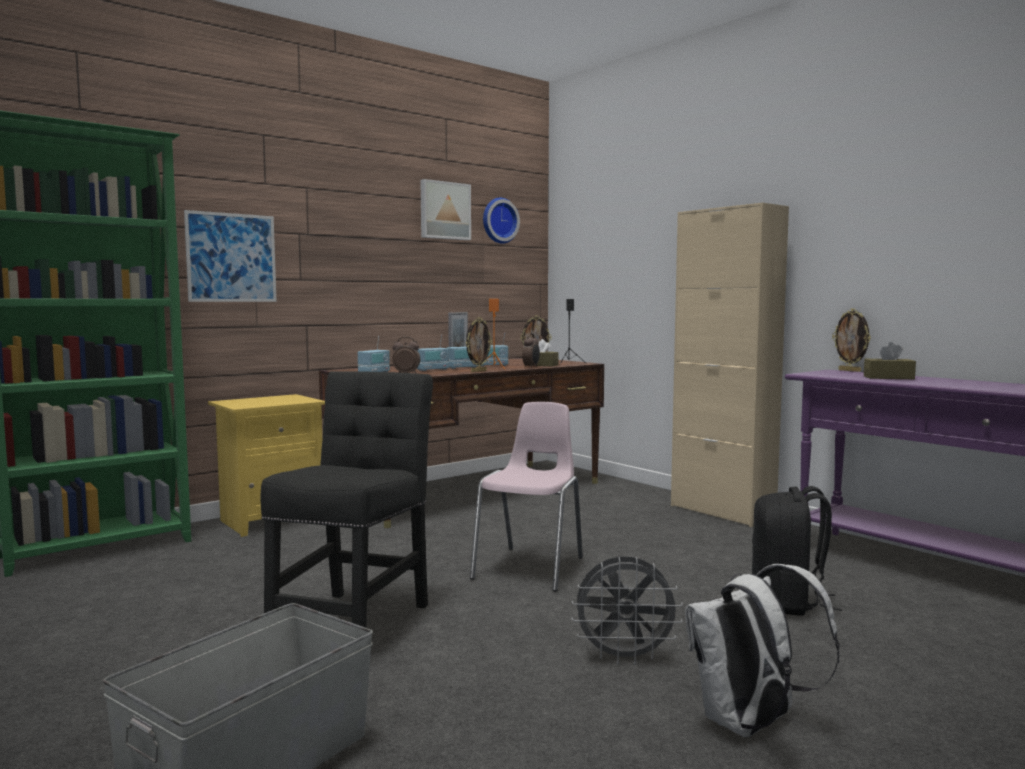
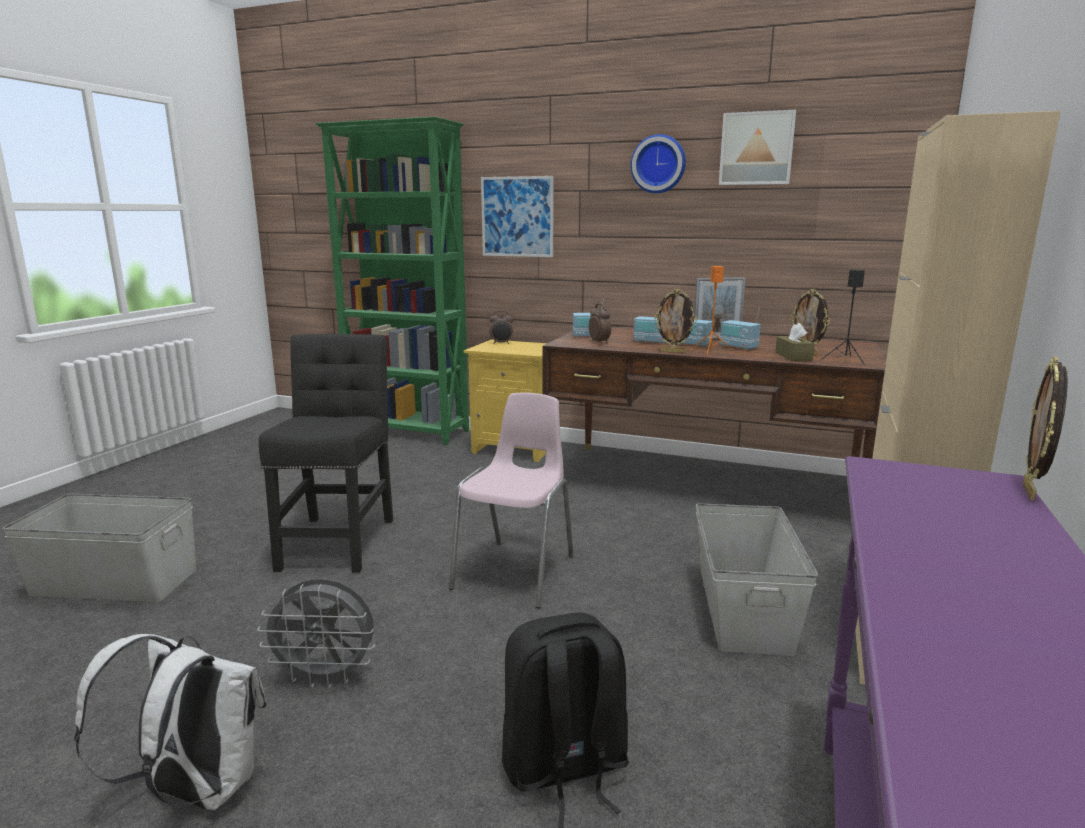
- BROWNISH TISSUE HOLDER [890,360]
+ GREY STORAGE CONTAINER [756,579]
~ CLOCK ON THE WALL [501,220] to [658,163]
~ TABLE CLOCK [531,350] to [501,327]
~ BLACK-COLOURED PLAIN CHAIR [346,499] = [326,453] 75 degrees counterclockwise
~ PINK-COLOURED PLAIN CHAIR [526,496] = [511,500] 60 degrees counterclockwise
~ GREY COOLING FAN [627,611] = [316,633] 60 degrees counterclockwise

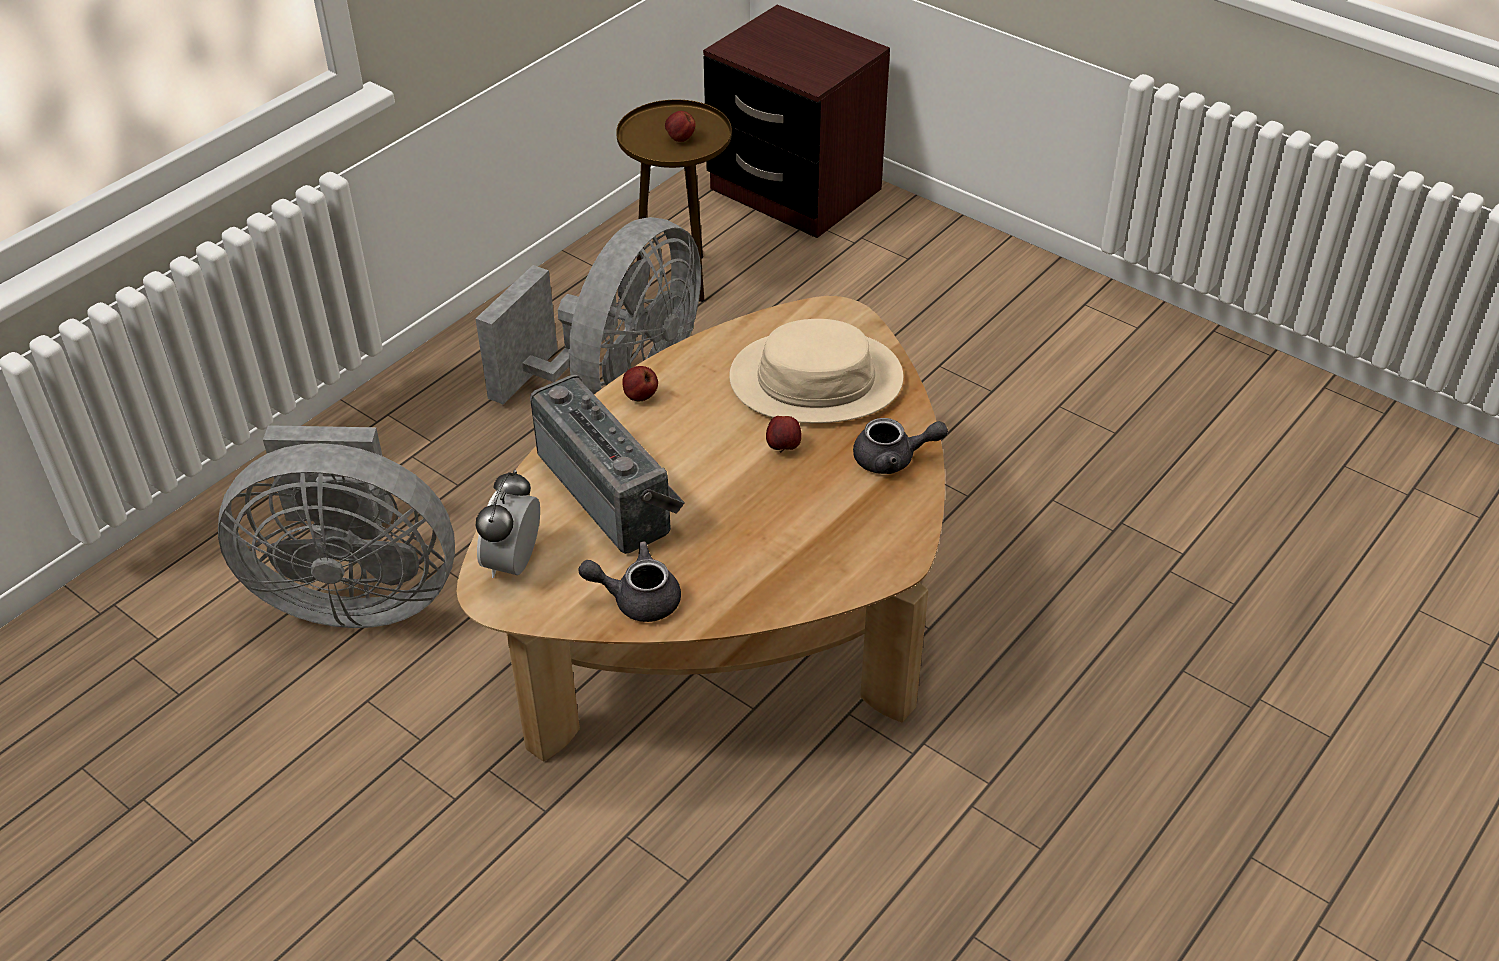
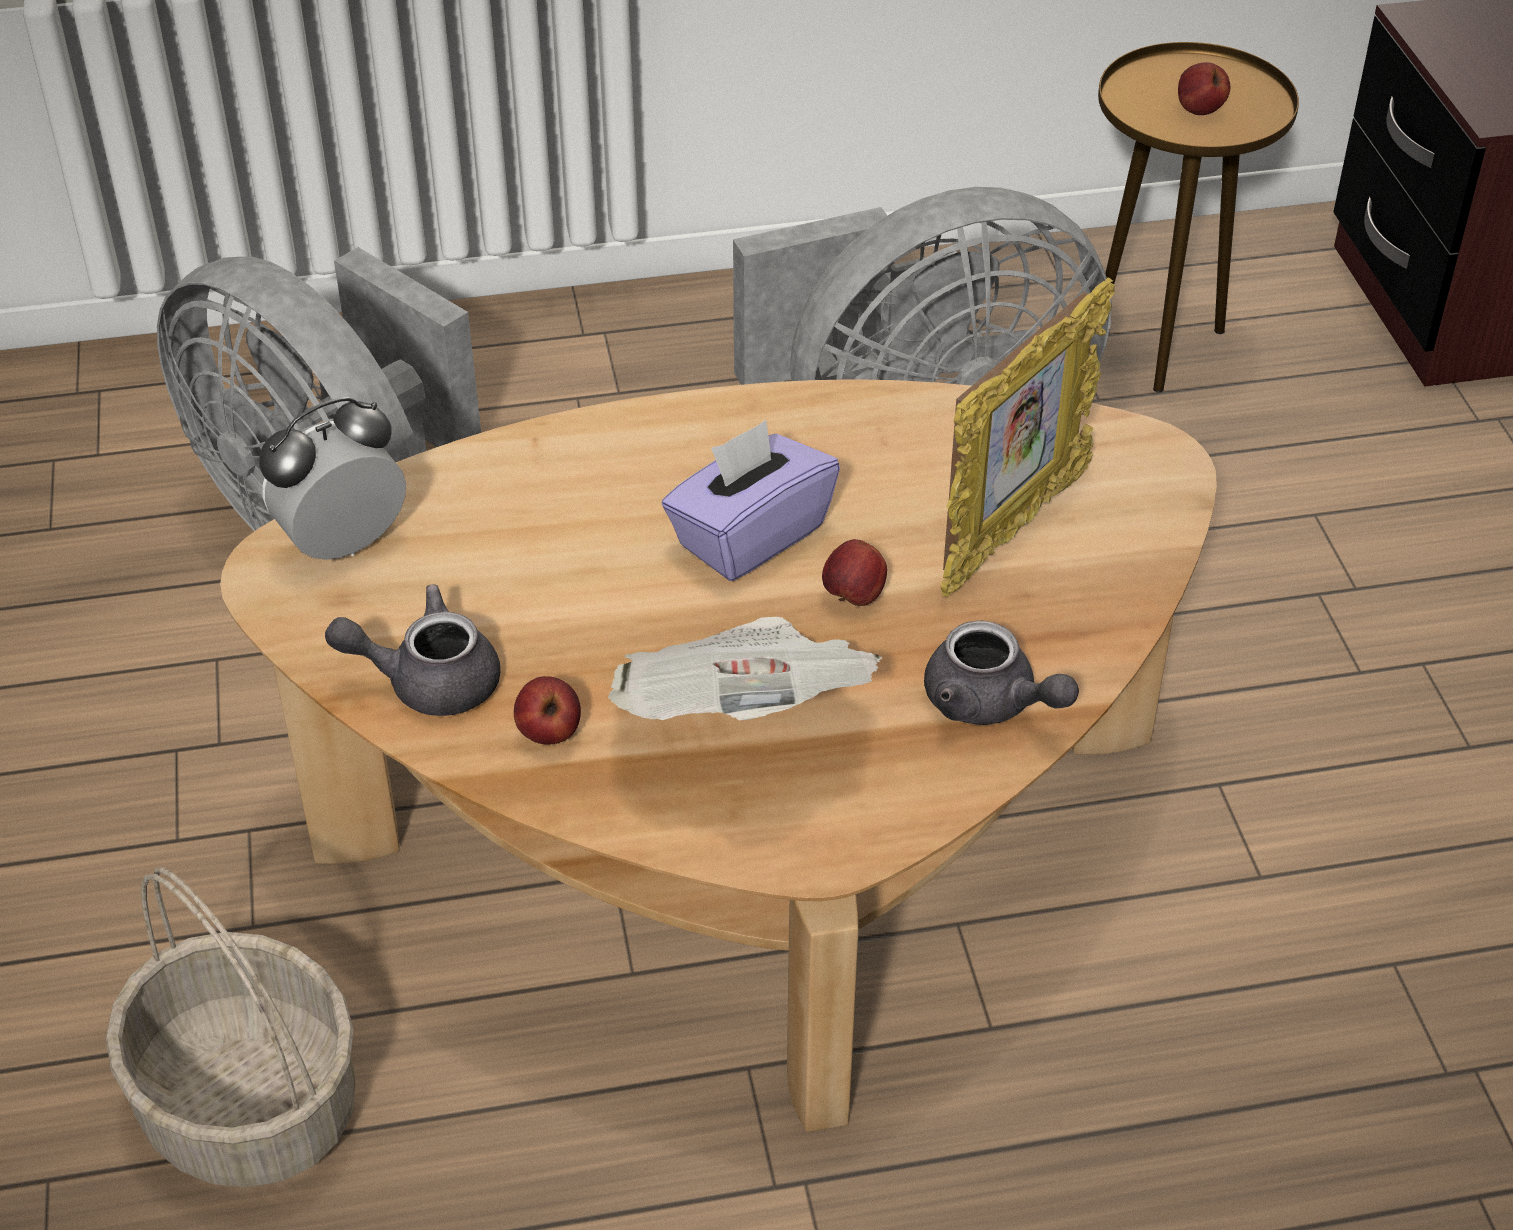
- RADIO RECEIVER [607,464]
+ HOUSEHOLD BASKET [231,1027]
+ NEWSPAPER [745,669]
+ PURPLISH TISSUE HOLDER [751,500]
~ APPLE [640,383] to [547,710]
~ BEIGE-COLOURED HAT [816,371] to PICTURE FRAME [1027,437]
~ GREY TEA POT [630,581] = [412,650] 45 degrees counterclockwise

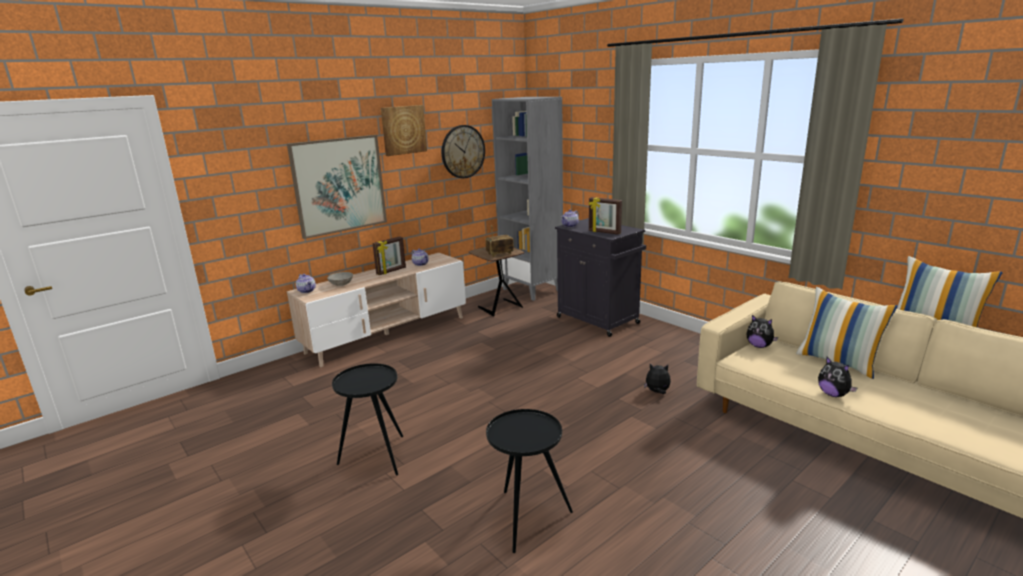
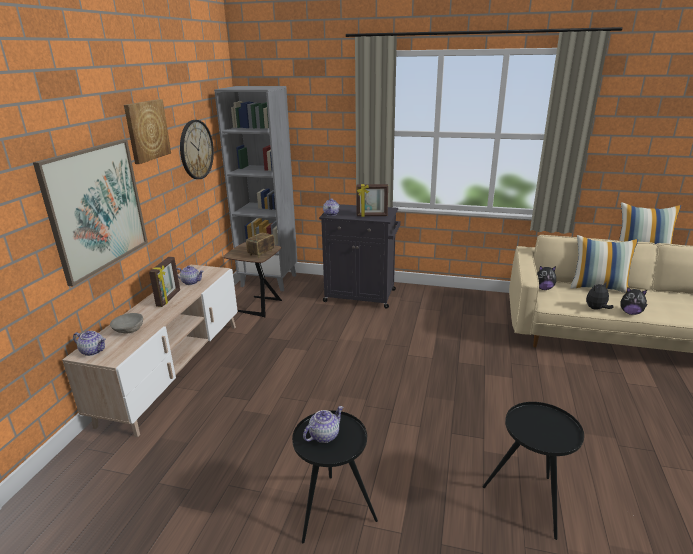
+ TEA POT [323,424]
~ SOFT TOY [657,379] to [600,296]

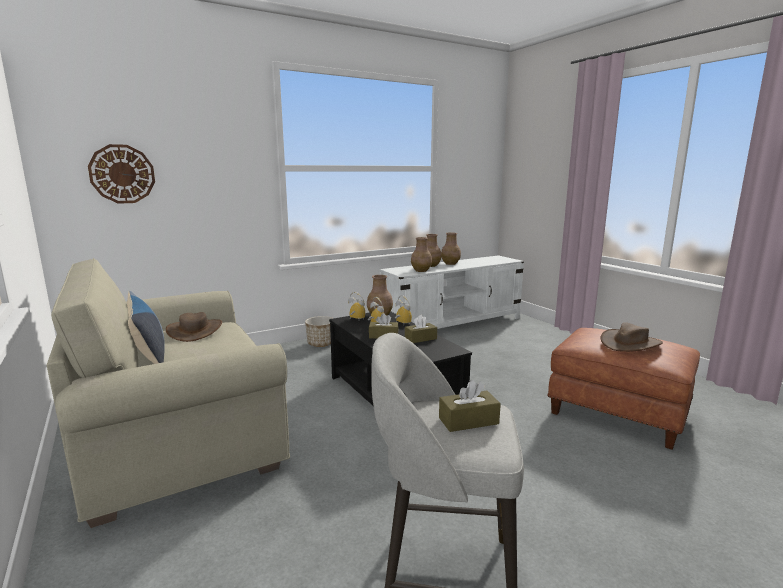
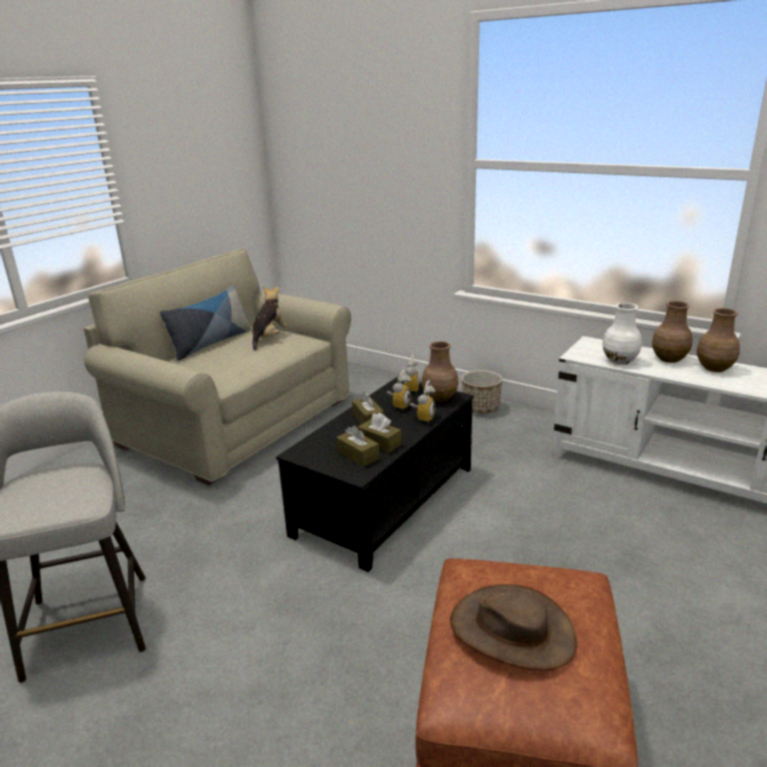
- CLOCK ON THE WALL [121,174]
~ BROWNISH TISSUE HOLDER [470,406] to [357,446]
~ BROWNISH HAT [194,327] to SOFT TOY [269,318]
~ BROWNISH DECORATIVE VASE [421,254] to WHITE DECORATIVE VASE [622,334]

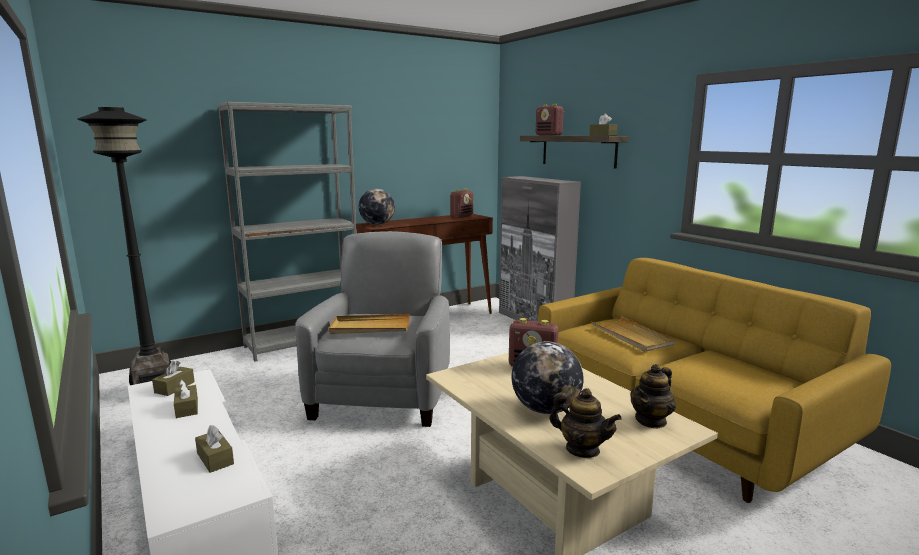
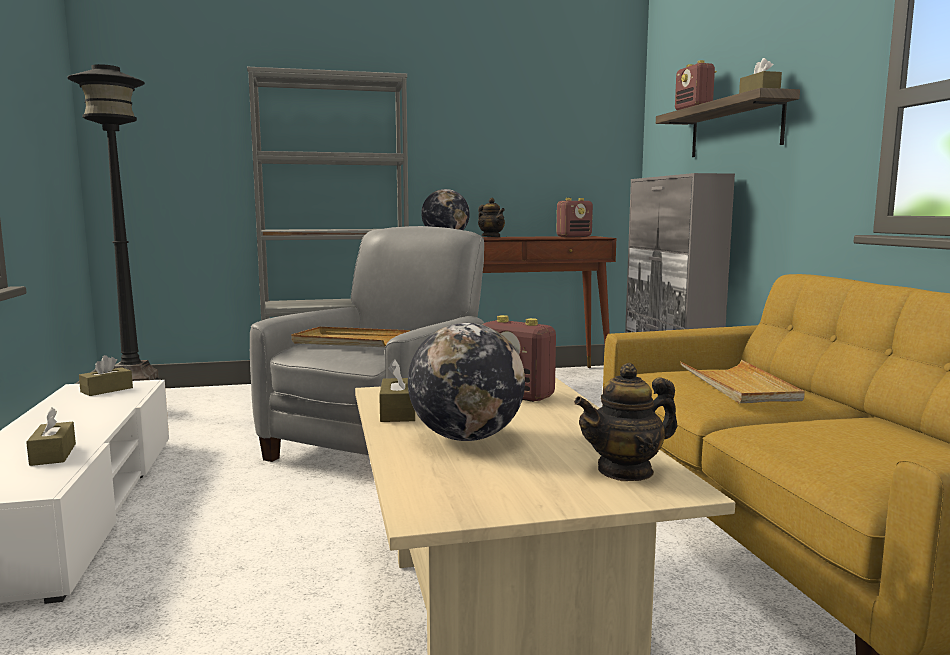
~ BROWNISH TISSUE HOLDER [186,399] to [397,390]
~ TEA POT [585,423] to [491,217]

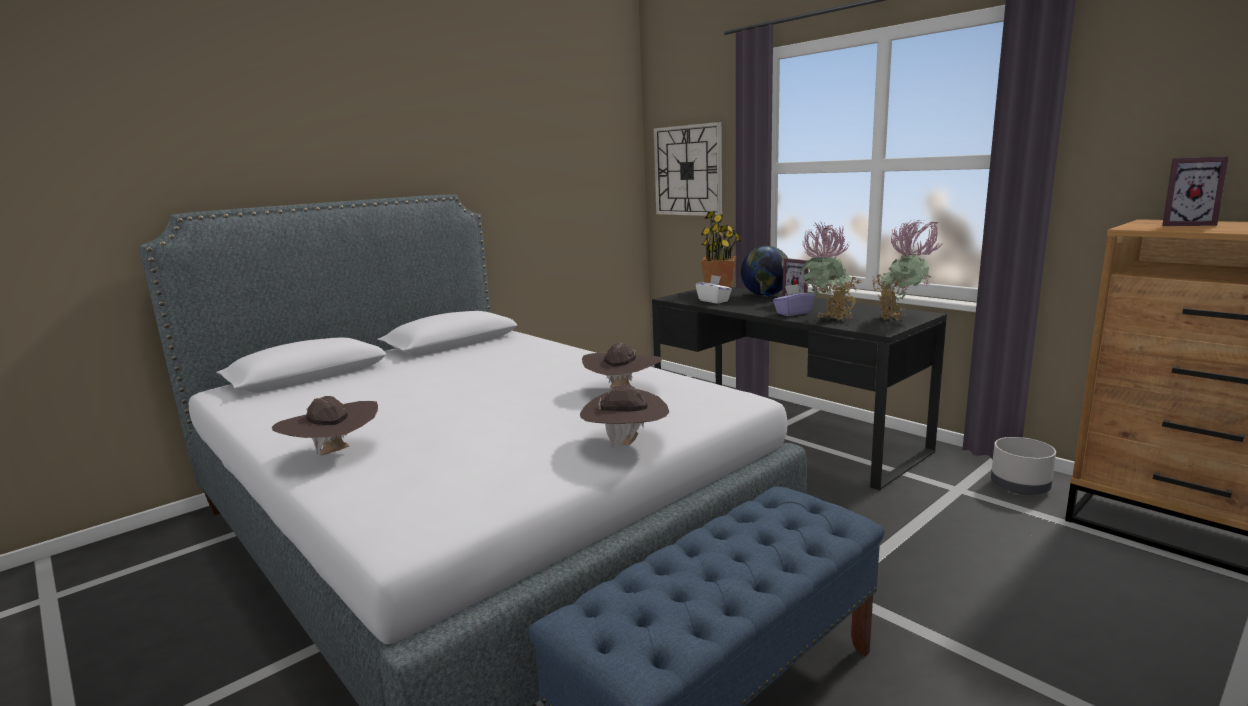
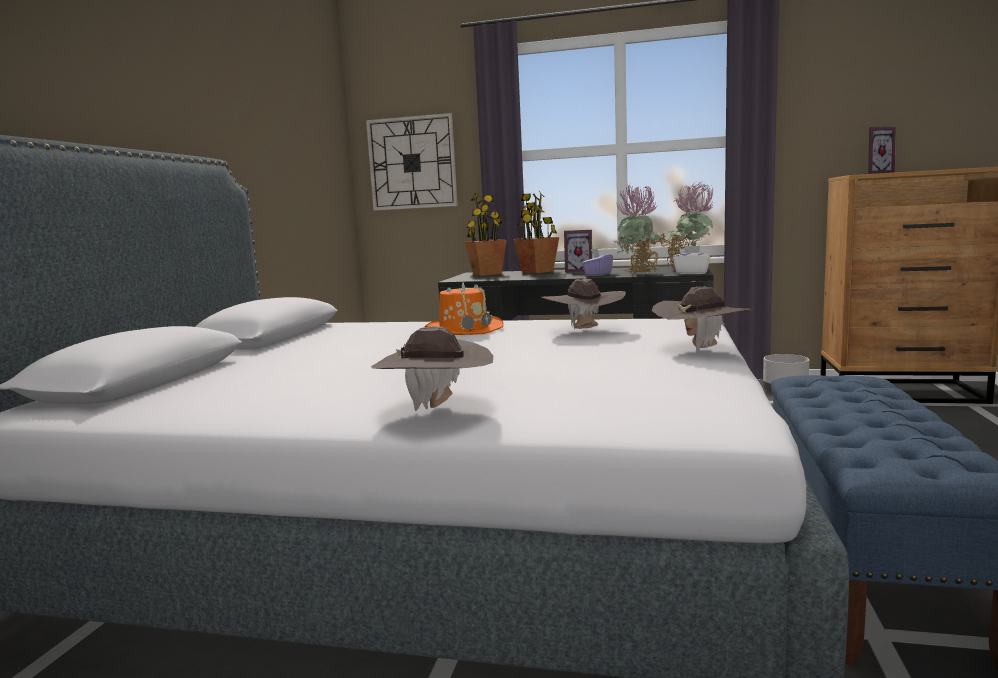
+ ORANGE HAT [464,308]
~ WHITE TISSUE HOLDER [714,289] to [691,260]
~ WORLD GLOBE [764,271] to HOUSEPLANT [536,231]

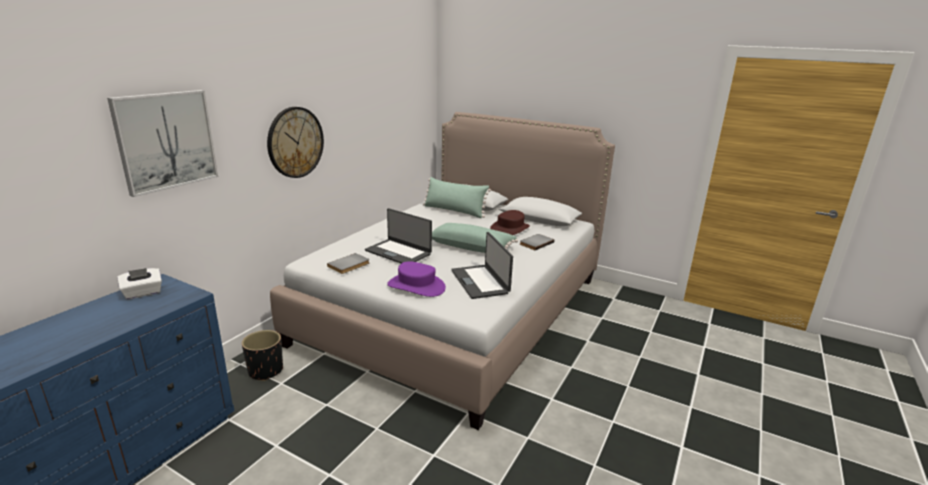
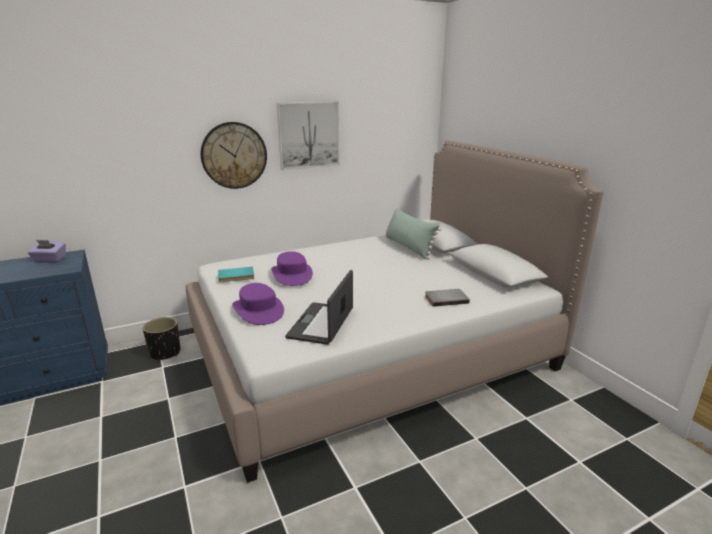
- GREENISH THROW PILLOW [475,238]
- BROWNISH HAT [510,222]
~ WALL ART [162,143] to [308,136]
~ NOTEBOOK COMPUTER [398,236] to PURPLISH HAT [292,268]
~ WHITE TISSUE HOLDER [139,283] to PURPLISH TISSUE HOLDER [47,251]
~ GREY BOOK [348,263] to TURQUOISE-COLOURED BOOK [236,274]

